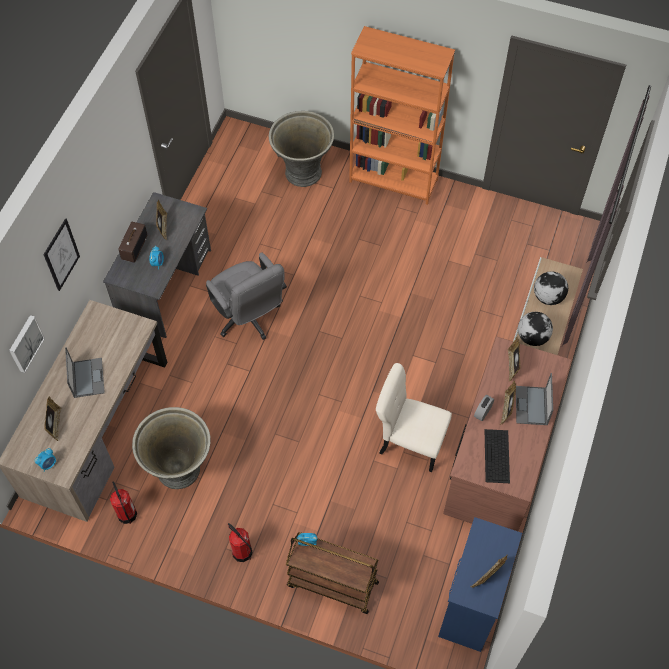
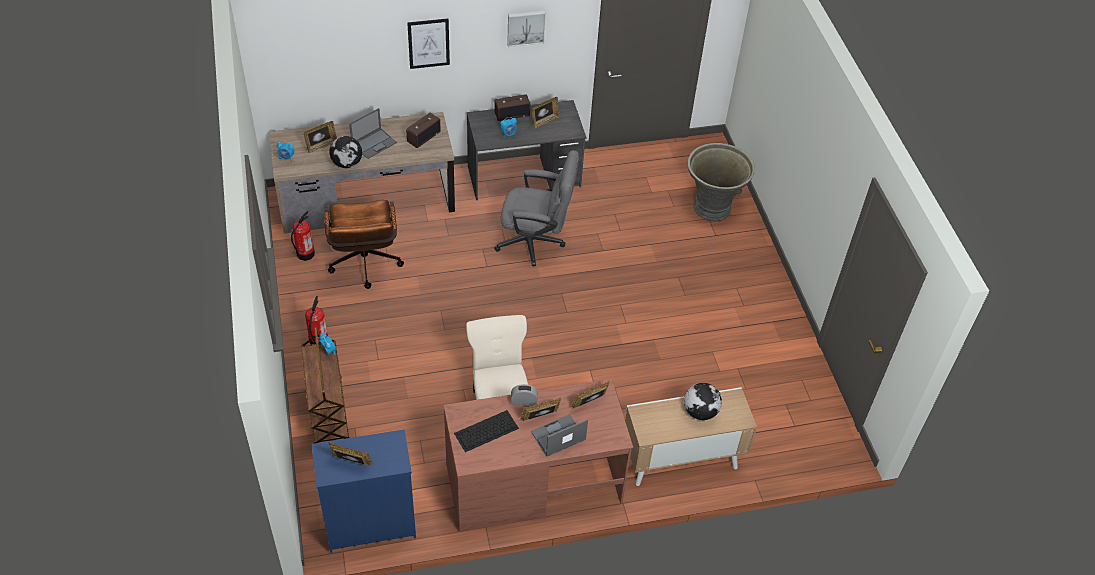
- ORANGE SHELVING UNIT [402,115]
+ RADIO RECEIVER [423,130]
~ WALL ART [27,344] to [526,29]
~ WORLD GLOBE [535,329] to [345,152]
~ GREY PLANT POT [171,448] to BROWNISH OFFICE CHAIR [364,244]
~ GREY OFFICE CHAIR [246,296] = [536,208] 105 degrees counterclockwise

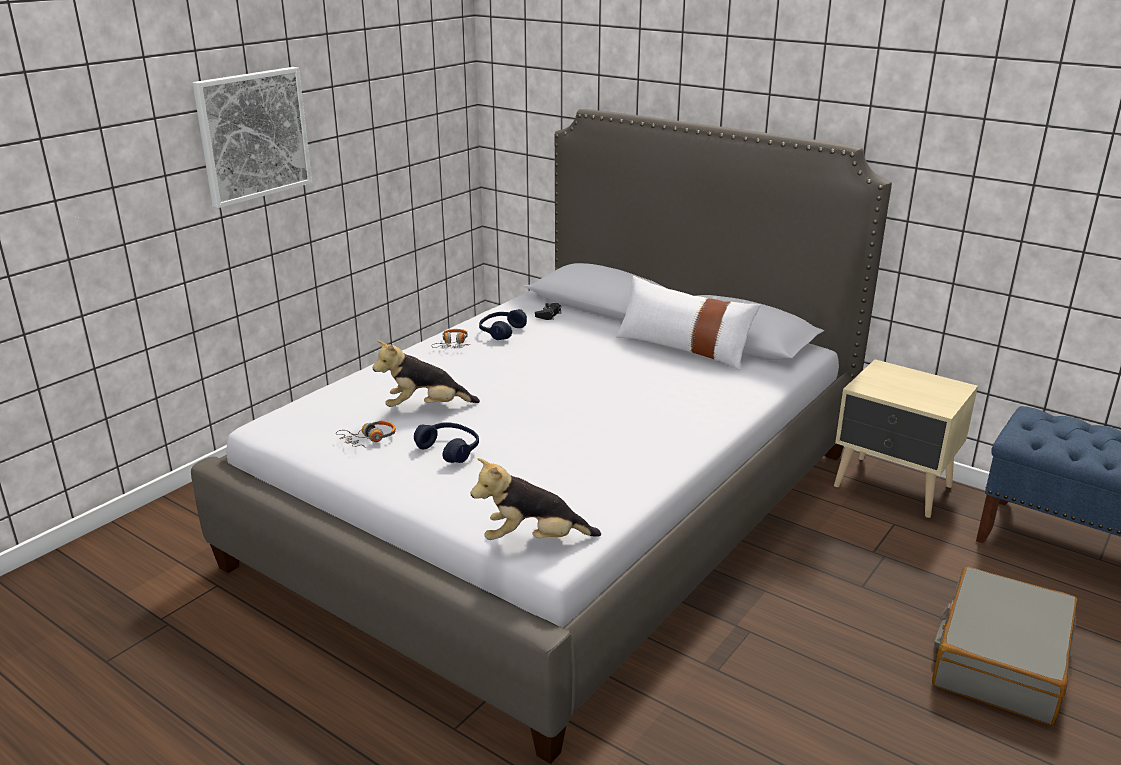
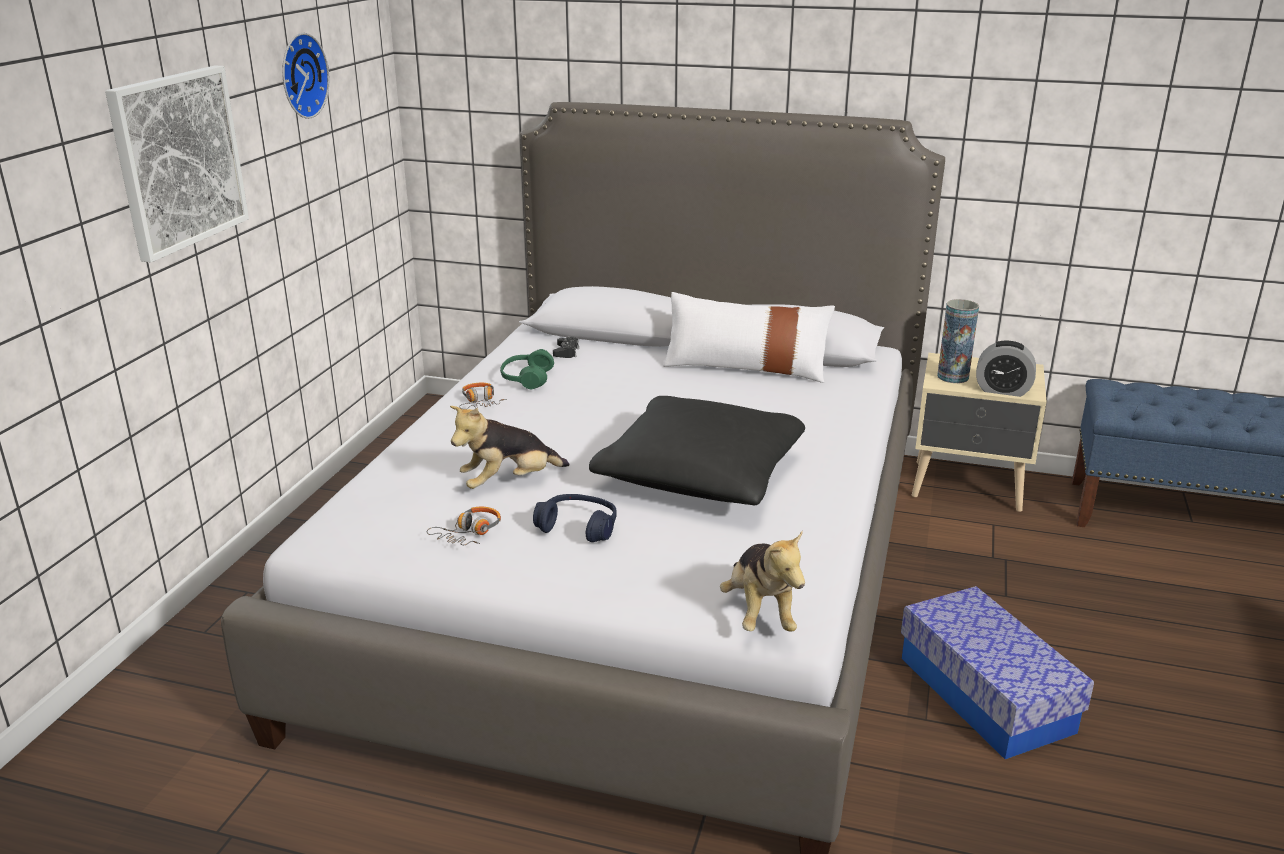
- GREY PIECE OF LUGGAGE [1005,646]
+ CLOCK ON THE WALL [305,76]
+ BLACK-COLOURED THROW PILLOW [697,450]
+ STORAGE CONTAINER [997,672]
+ DECORATIVE VASE [958,341]
+ TABLE CLOCK [1006,368]
~ BLUISH HEADPHONES [503,324] to GREENISH HEADPHONES [527,369]
~ SOFT TOY [536,499] = [762,581] 75 degrees counterclockwise

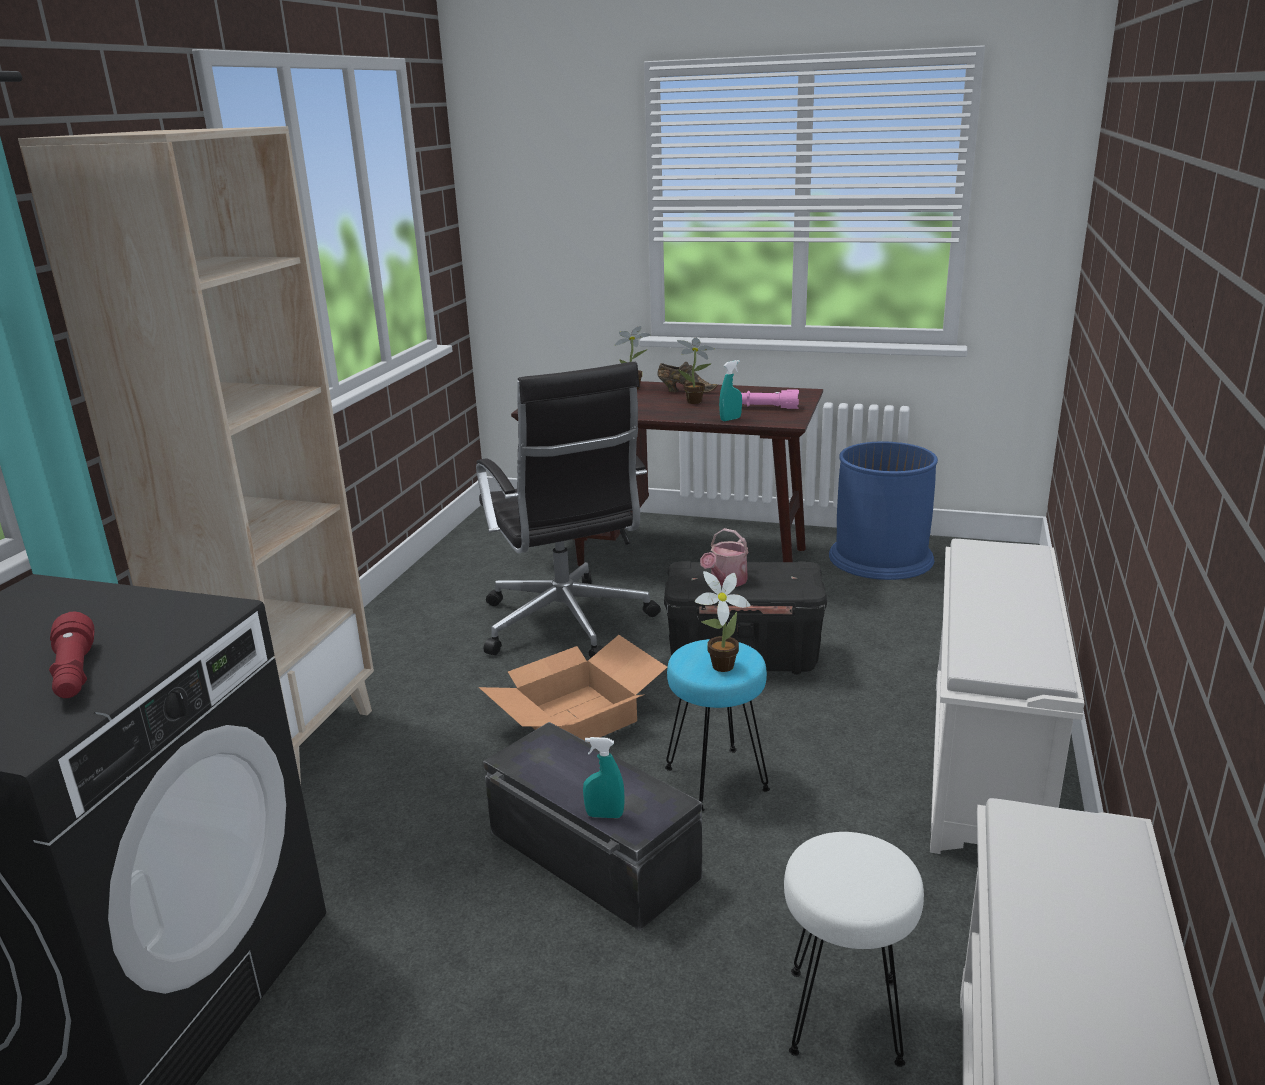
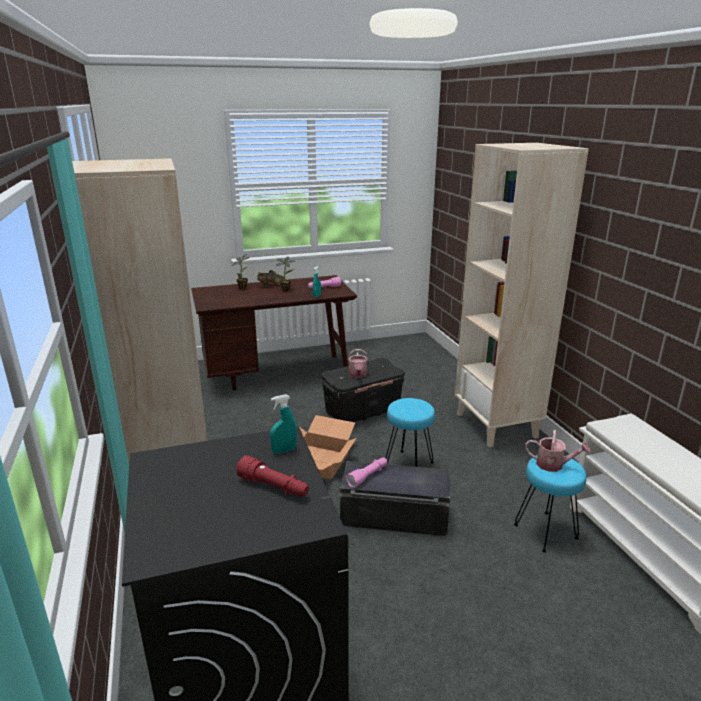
- BLACK-COLOURED OFFICE CHAIR [568,510]
- HOUSEPLANT [723,621]
- BLUISH RUBBISH BIN [883,510]
+ PINK-COLOURED HAND TORCH [366,472]
+ WATERING POT [557,451]
~ TURQUOISE-COLOURED HAND SPRAYER [603,777] to [283,424]
~ WHITE SHOE STAND [1007,696] to BEIGE-COLOURED SHELVING UNIT [522,295]
~ WHITE STOOL [854,949] to TURQUOISE-COLOURED STOOL [550,504]

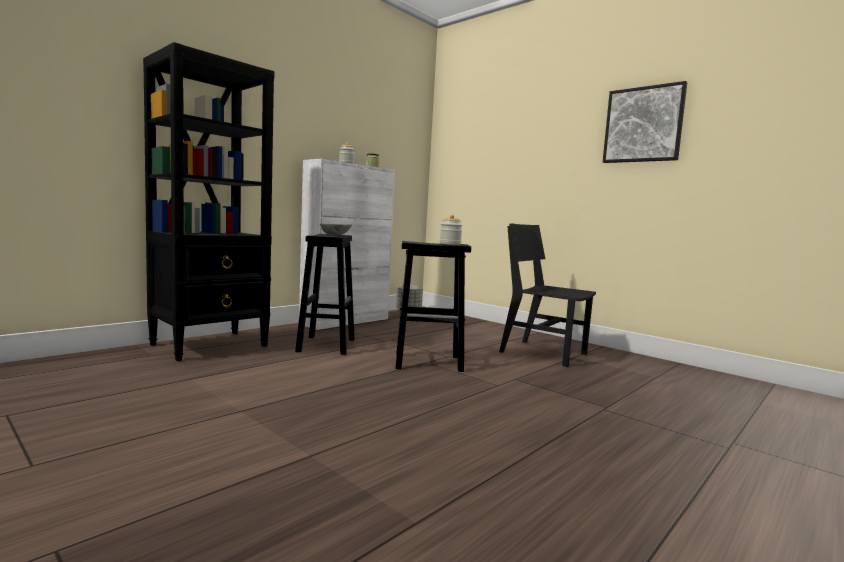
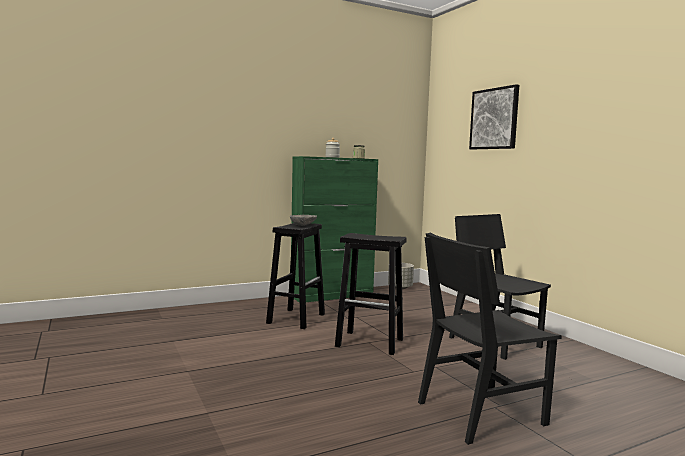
- BLACK-COLOURED SHELVING UNIT [208,201]
- JAR [451,230]
+ BLACK-COLOURED PLAIN CHAIR [490,339]
~ WALL ART [645,122] to [494,116]
~ WHITE CUPBOARD [347,244] to GREENISH CUPBOARD [334,229]

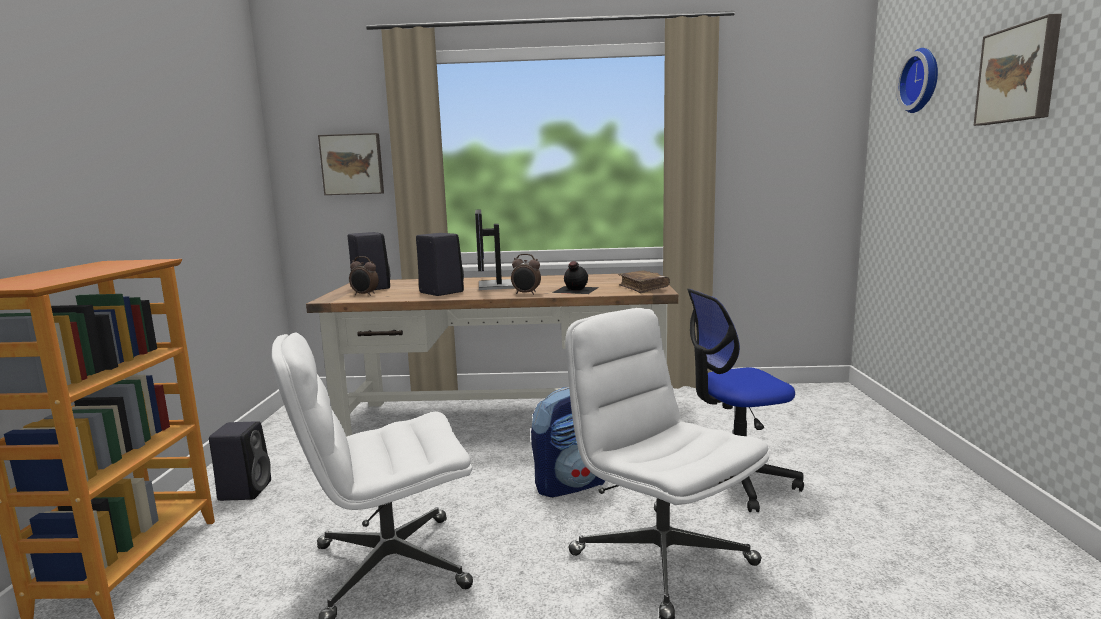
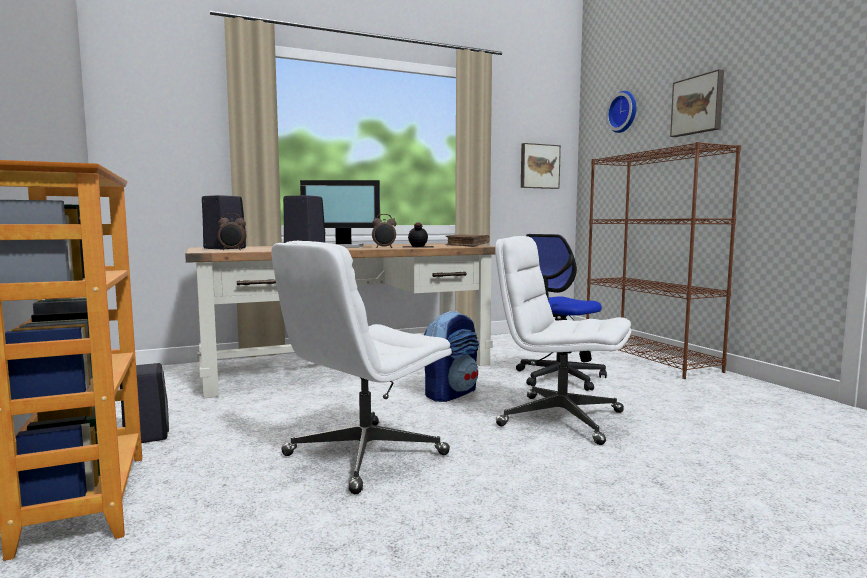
+ BROWNISH SHELVING UNIT [663,260]
~ WALL ART [351,164] to [541,166]
~ COMPUTER SCREEN [495,249] = [340,214] 60 degrees counterclockwise

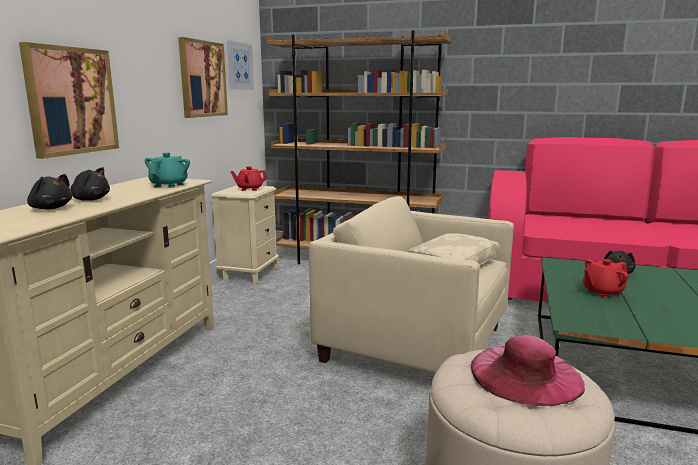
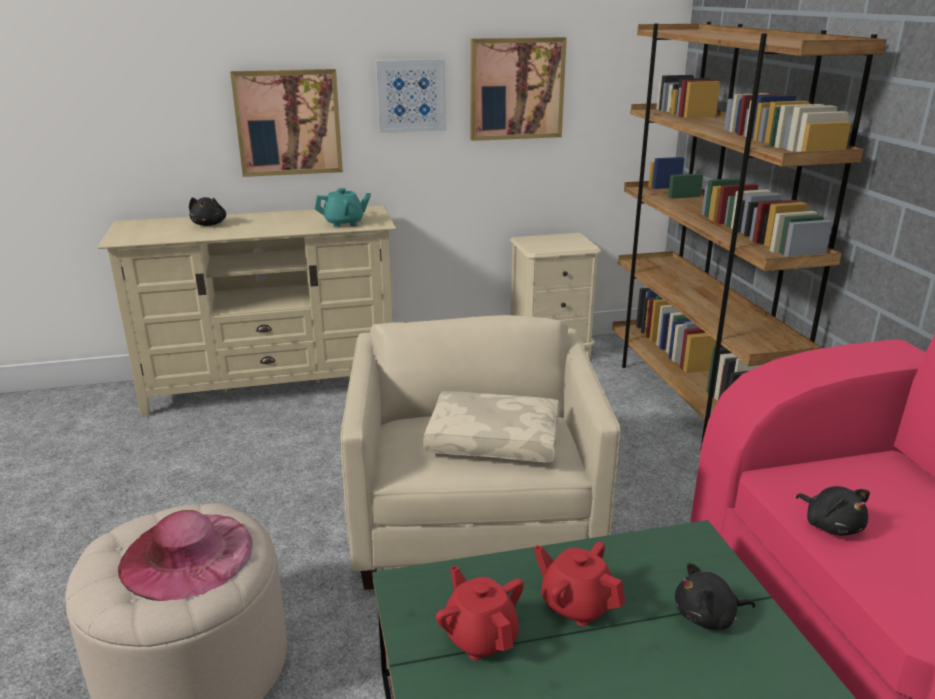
~ BLACK-COLOURED SOFT TOY [90,184] to [833,510]
~ WALL ART [240,65] to [411,96]
~ REDDISH TEA POT [249,178] to [480,613]

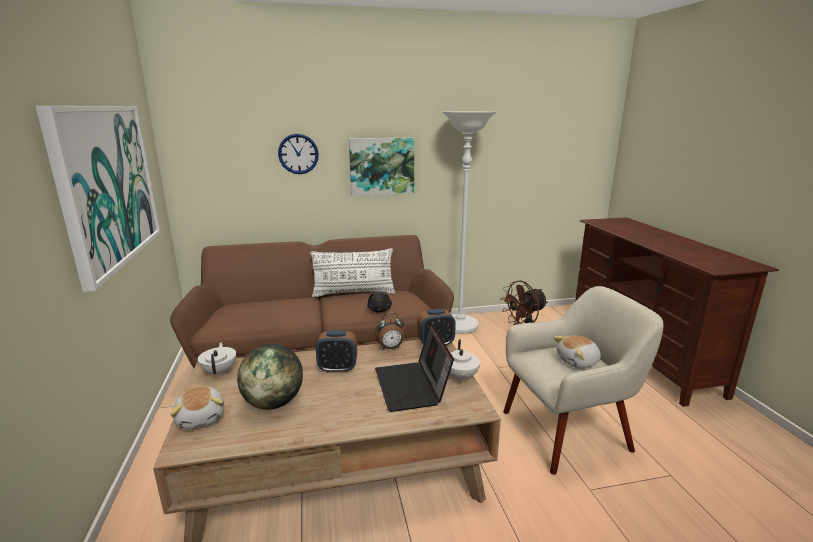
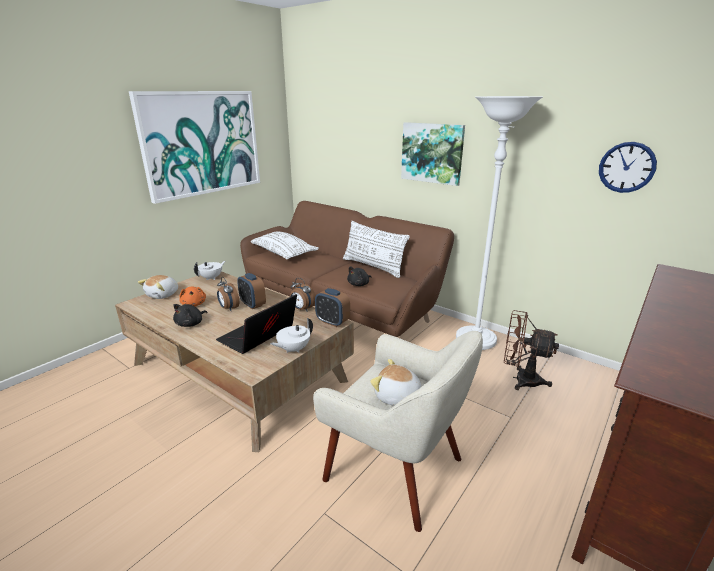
+ BLACK-COLOURED SOFT TOY [190,315]
+ TABLE CLOCK [228,294]
+ WHITE THROW PILLOW [285,245]
~ CLOCK ON THE WALL [298,154] to [628,167]
~ WORLD GLOBE [270,377] to ORANGE SOFT TOY [192,296]

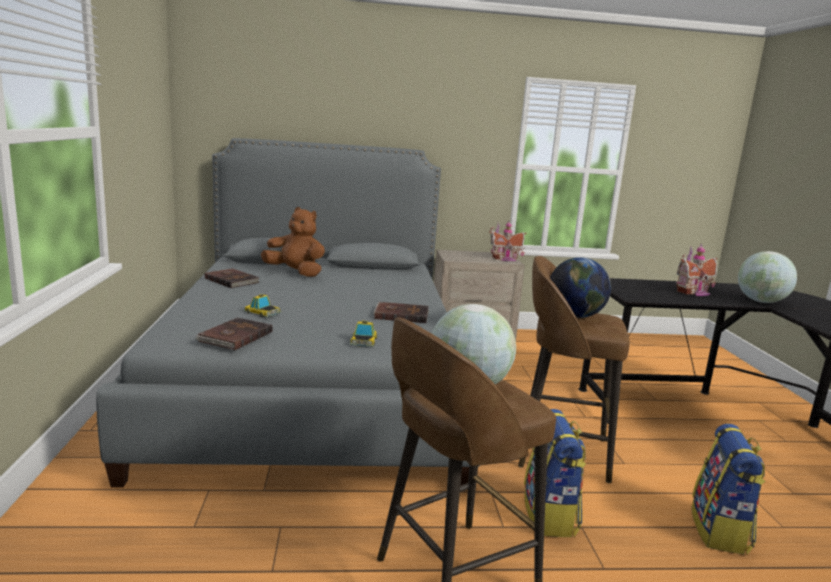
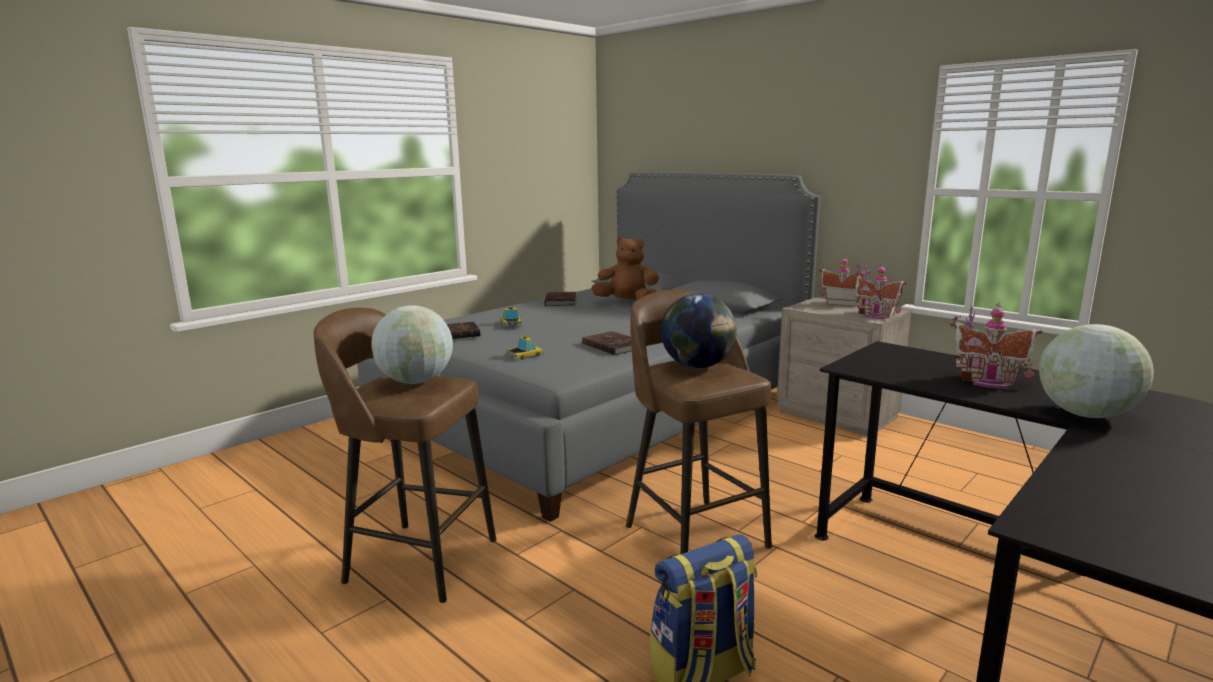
- RUCKSACK [555,473]
+ TOY HOUSE [844,283]
~ BROWNISH SOFT TOY [293,242] = [625,268] 60 degrees counterclockwise

